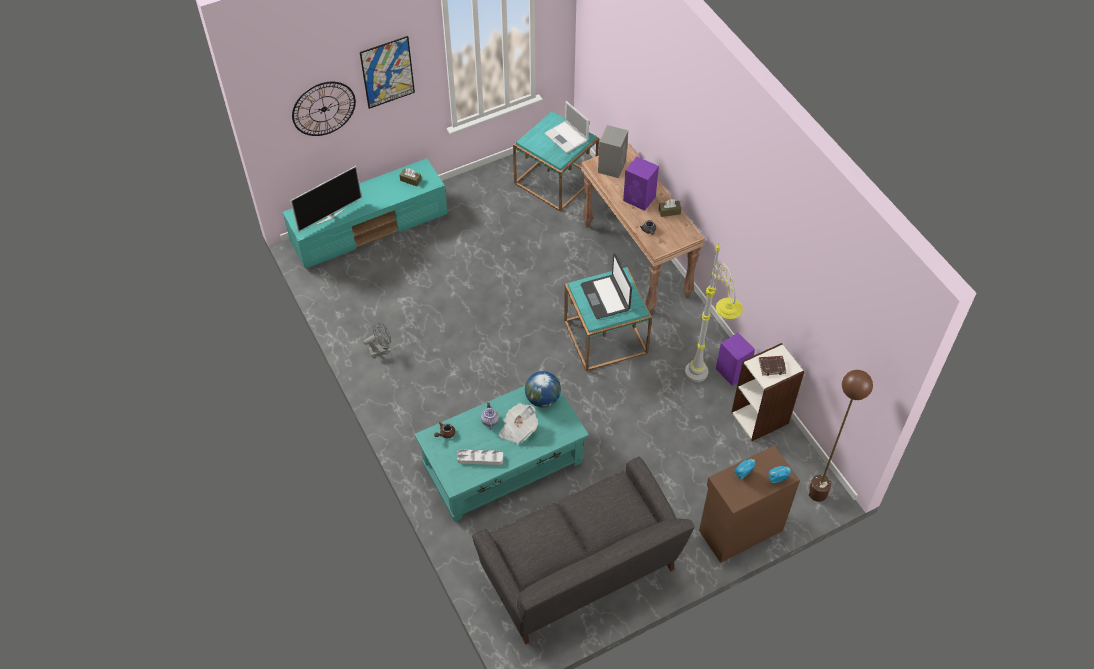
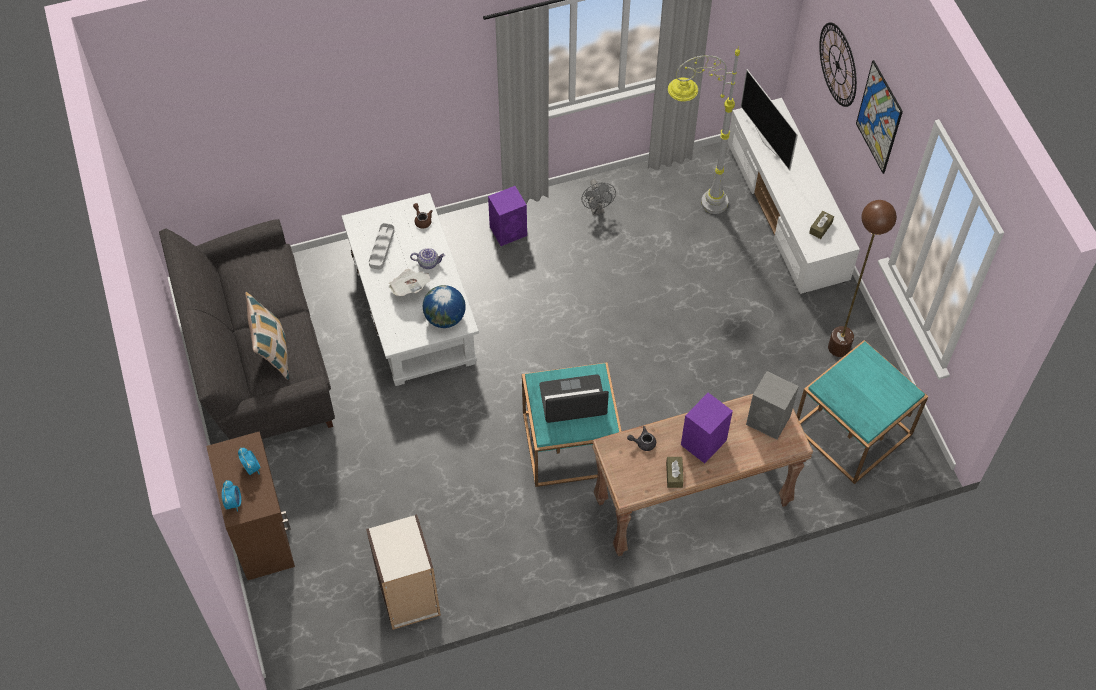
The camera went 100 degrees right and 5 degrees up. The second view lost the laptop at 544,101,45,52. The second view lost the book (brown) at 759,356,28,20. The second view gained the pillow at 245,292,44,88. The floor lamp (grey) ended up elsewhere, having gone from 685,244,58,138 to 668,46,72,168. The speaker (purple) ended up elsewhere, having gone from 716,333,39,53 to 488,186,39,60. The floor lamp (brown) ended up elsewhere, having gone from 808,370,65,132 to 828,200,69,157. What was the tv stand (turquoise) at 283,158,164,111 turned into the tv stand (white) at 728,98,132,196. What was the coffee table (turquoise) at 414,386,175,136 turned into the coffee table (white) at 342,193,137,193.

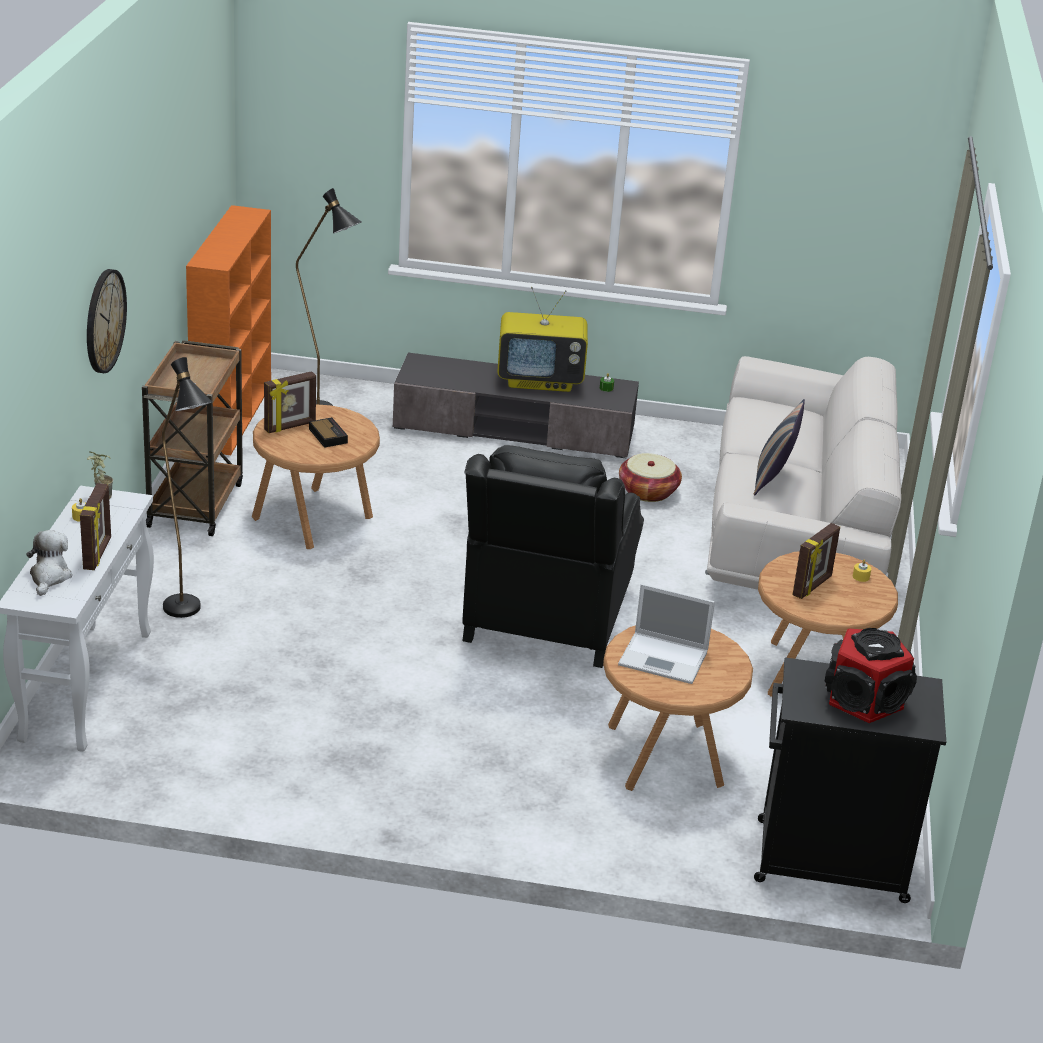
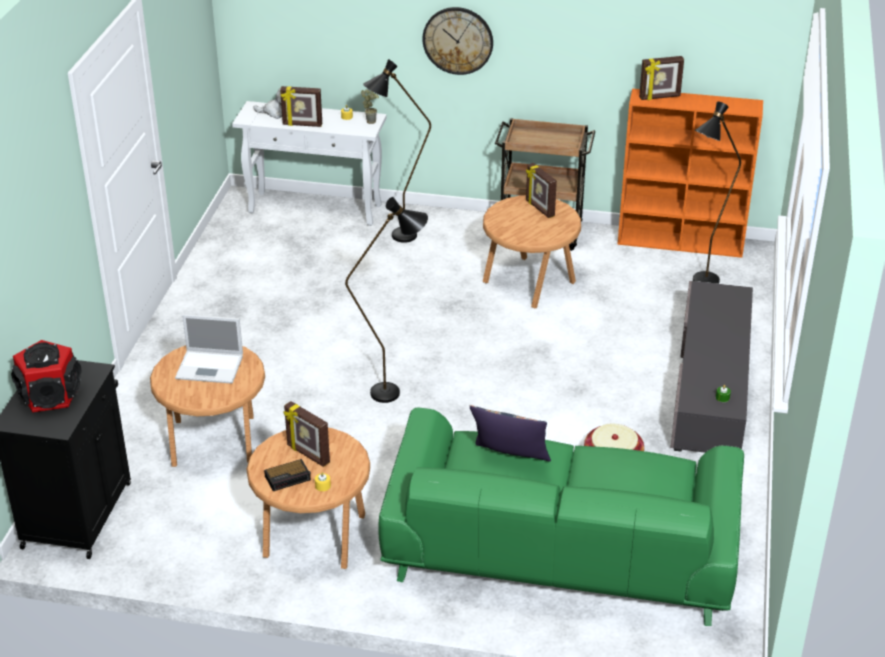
The camera went 95 degrees right and 5 degrees up. The second view lost the television at 497,287,91,105. The second view gained the picture frame at 639,56,45,44. The alarm clock ended up elsewhere, having gone from 309,417,39,31 to 264,459,47,32. Where the armchair (black) stood at 462,445,182,223, the floor lamp (black) came to stand at 345,197,83,206. What was the sofa (white) at 705,356,196,234 turned into the sofa (green) at 378,407,366,219. The laptop at 618,583,97,101 ended up facing another way, 105 degrees counterclockwise from before.

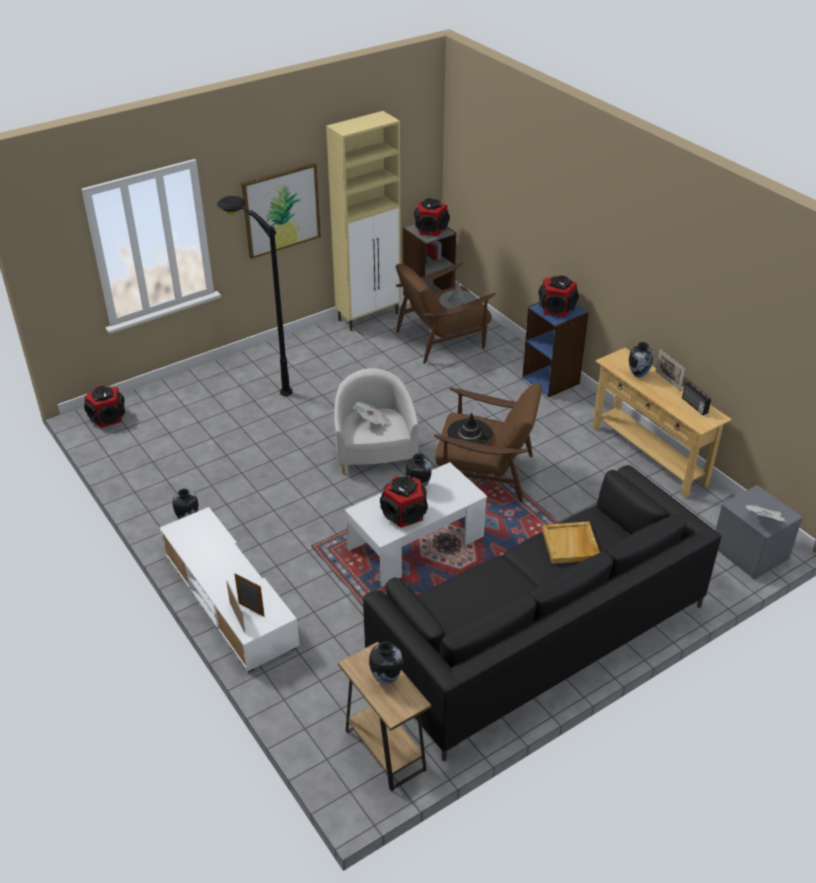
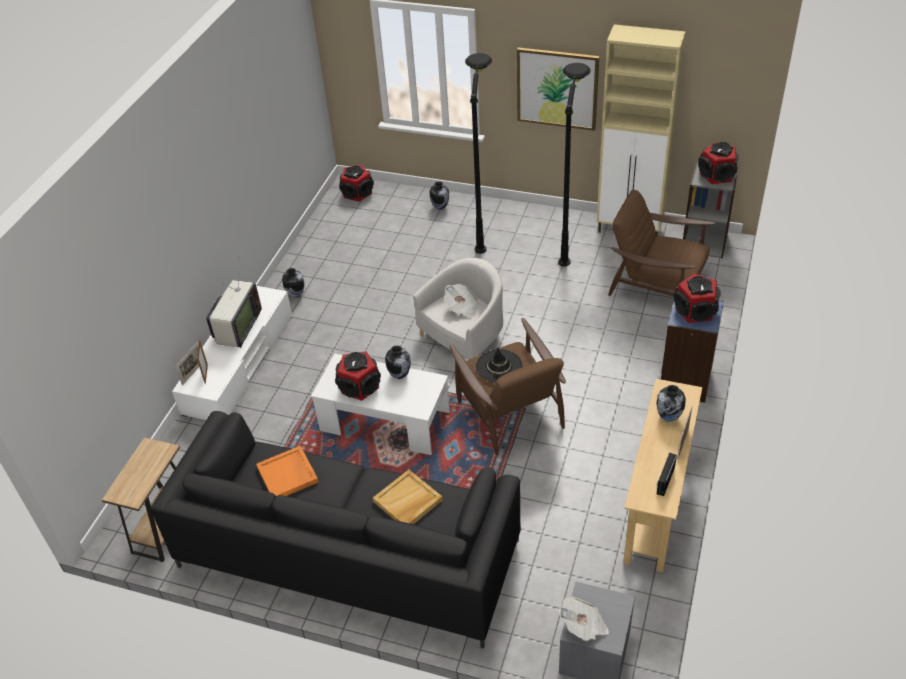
The camera went 55 degrees right and 5 degrees up. The second view lost the hat (grey) at 439,281,38,29. The second view gained the television at 206,256,56,92. The second view gained the tray (orange) at 256,446,63,50. The second view gained the floor lamp (black) at 558,63,33,203. The vase ended up elsewhere, having gone from 369,641,34,43 to 430,181,19,29.

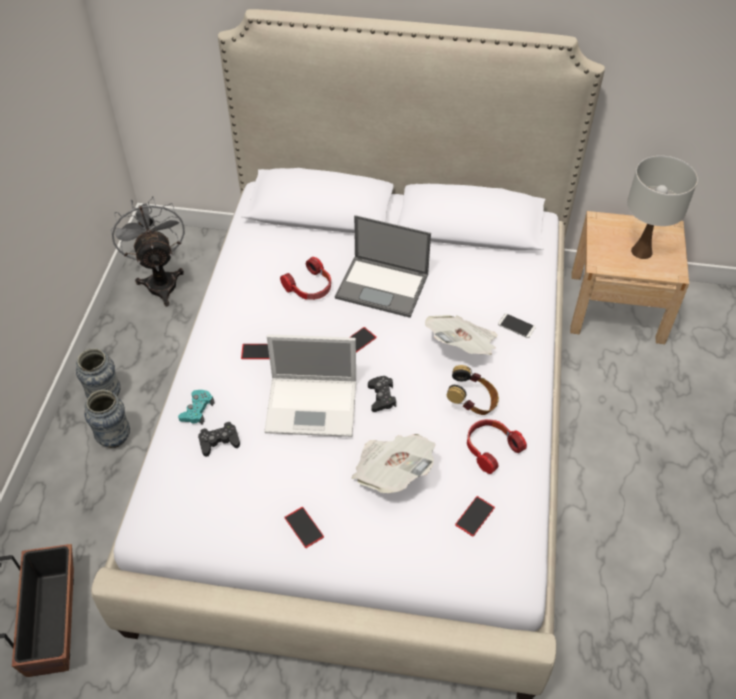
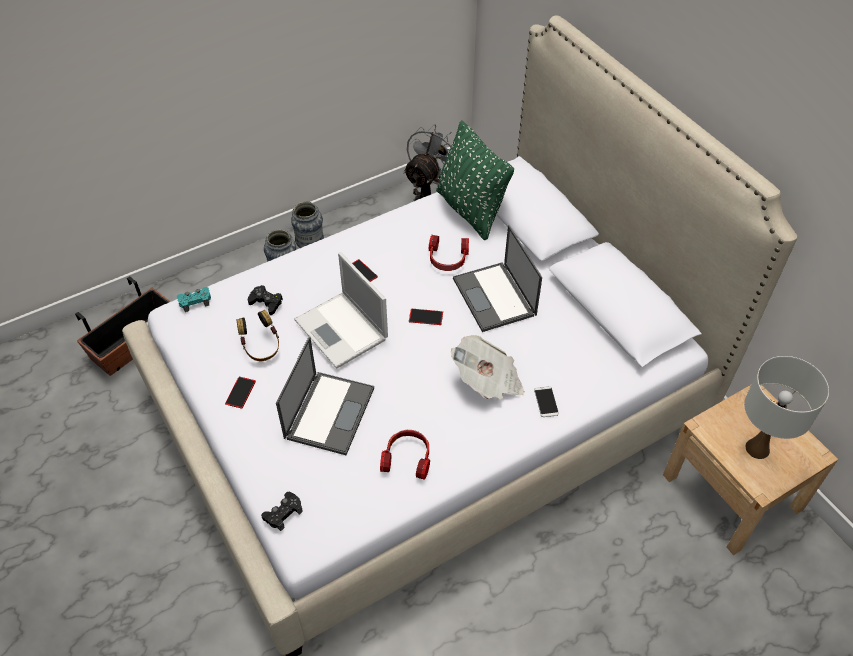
The camera went 50 degrees right and 0 degrees up. The second view lost the phone at 455,496,40,41. The second view gained the pillow (green) at 436,121,78,119. The game controller (turquoise) ended up elsewhere, having gone from 178,390,37,35 to 177,287,34,25. The game controller (black) ended up elsewhere, having gone from 368,376,28,36 to 261,492,42,39. The headphones ended up elsewhere, having gone from 447,365,52,50 to 237,310,42,51. Where the newspaper stood at 352,434,83,59, the laptop came to stand at 276,336,98,119.

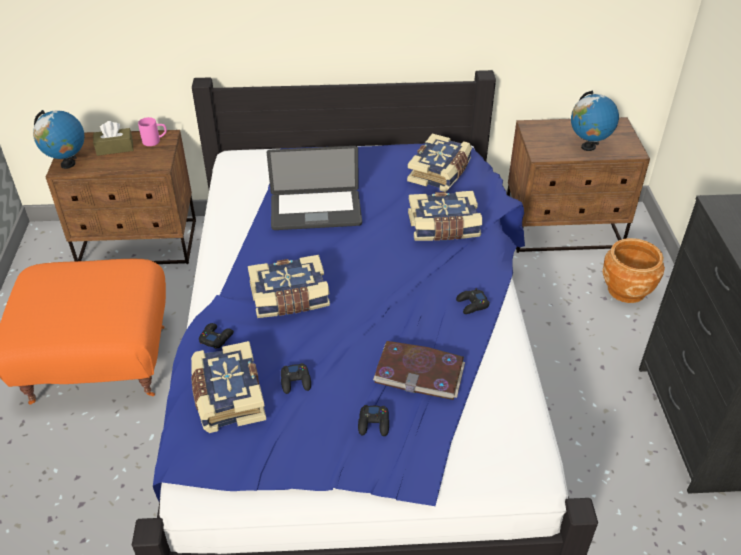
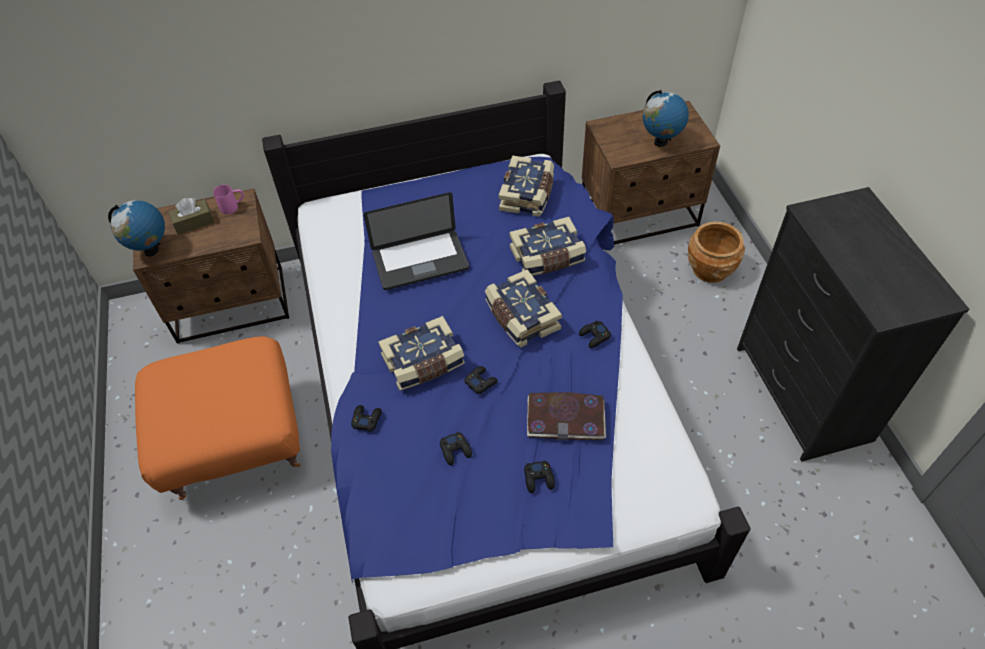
The camera went 10 degrees left and 10 degrees up. The second view gained the game controller (black) at 464,366,34,28. The book ended up elsewhere, having gone from 191,341,75,92 to 485,269,77,78.

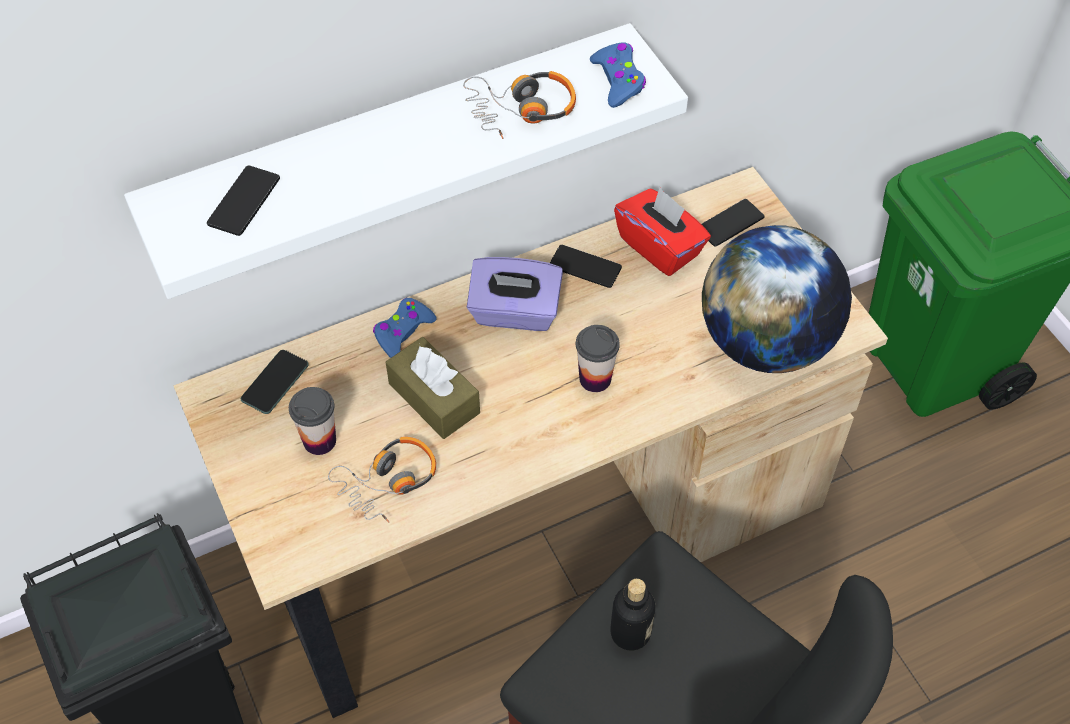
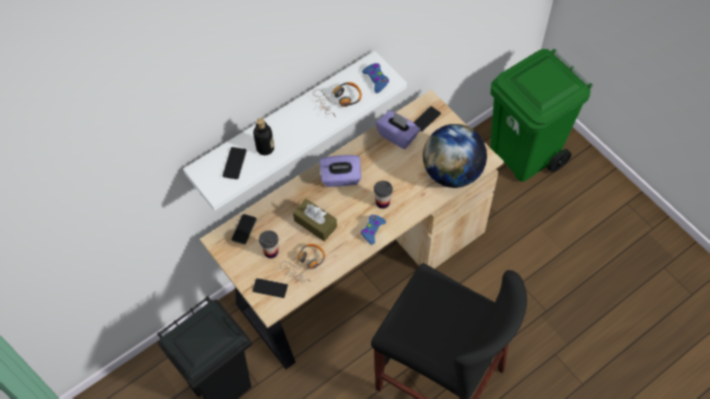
The camera went 10 degrees left and 5 degrees up. The game controller (blue) ended up elsewhere, having gone from 373,298,64,60 to 361,215,25,30. The phone ended up elsewhere, having gone from 550,245,72,43 to 252,278,36,20. The bottle ended up elsewhere, having gone from 610,579,45,72 to 253,118,21,37. What was the tissue box (red) at 614,187,97,89 turned into the tissue box (purple) at 376,111,44,38.

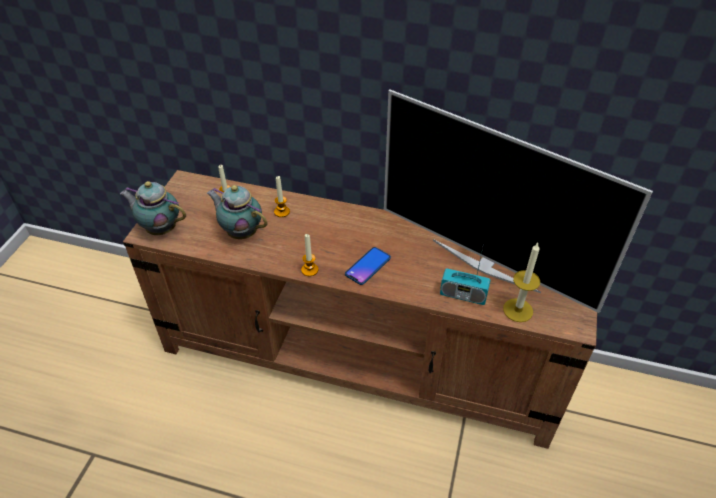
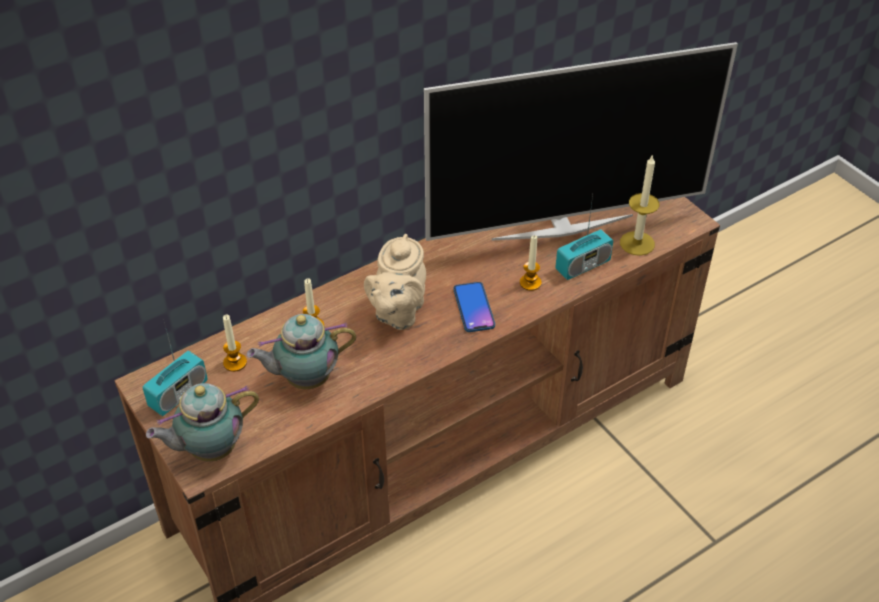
The camera went 50 degrees left and 0 degrees up. The second view gained the radio at 143,322,65,94. The second view gained the teapot (beige) at 364,234,62,96. The candle ended up elsewhere, having gone from 301,234,17,43 to 520,235,21,56.

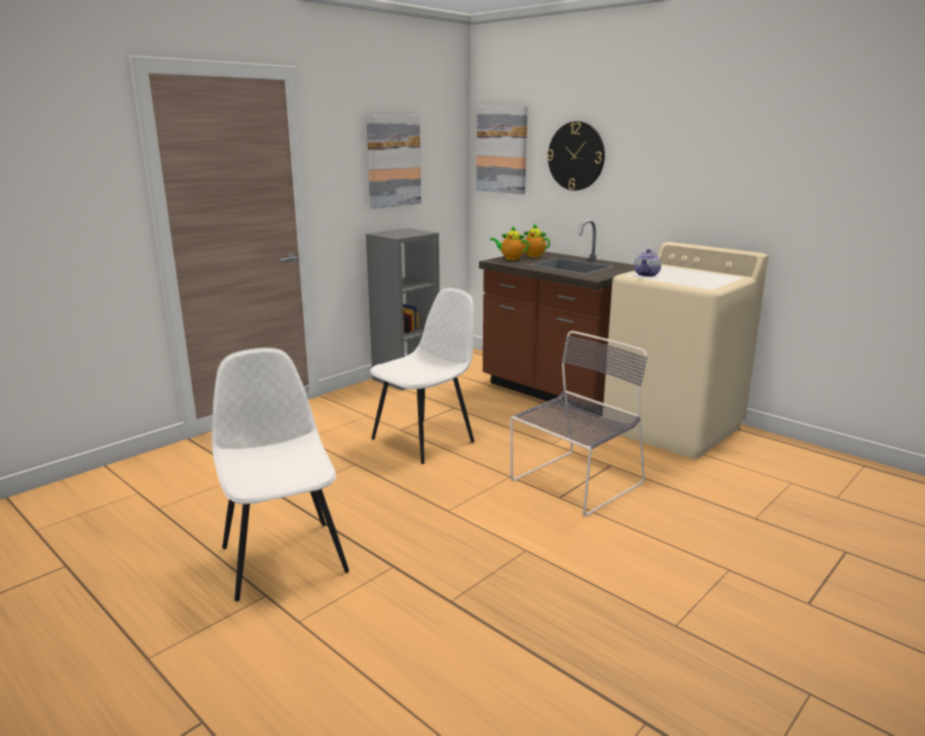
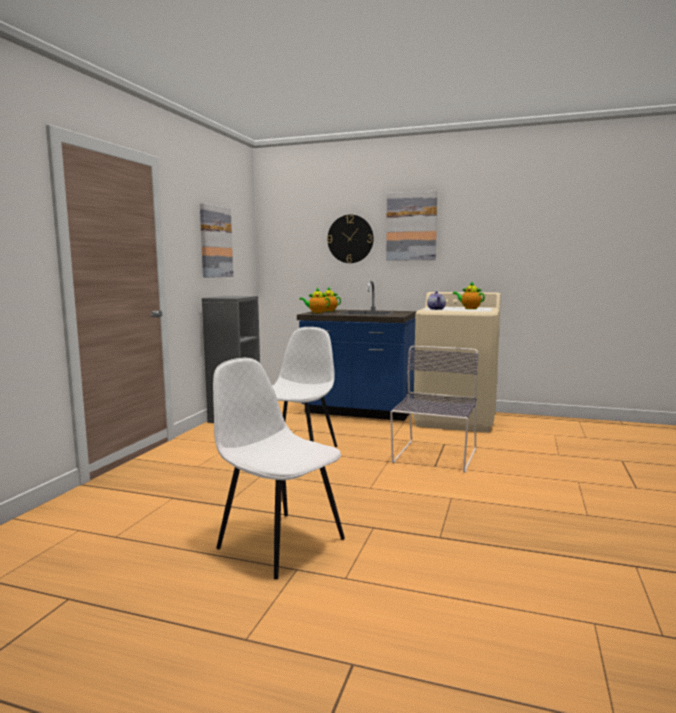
The camera went 25 degrees left and 10 degrees down. The second view gained the teapot at 453,281,32,28. The picture ended up elsewhere, having gone from 476,106,52,88 to 386,191,51,70. What was the counter (brown) at 479,219,155,199 turned into the counter (blue) at 297,281,120,140.

